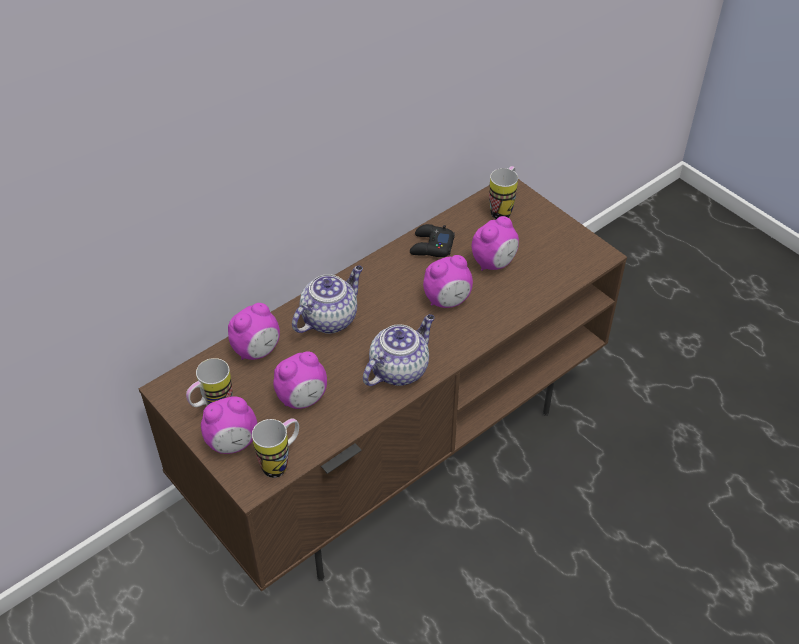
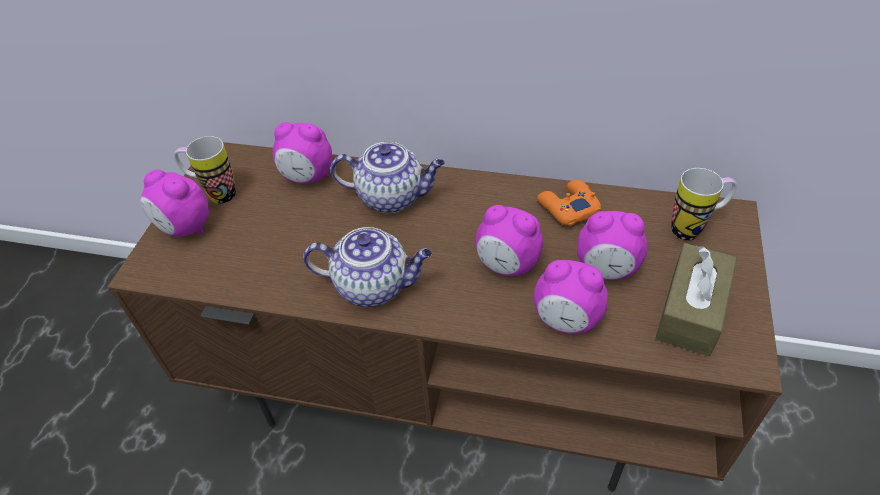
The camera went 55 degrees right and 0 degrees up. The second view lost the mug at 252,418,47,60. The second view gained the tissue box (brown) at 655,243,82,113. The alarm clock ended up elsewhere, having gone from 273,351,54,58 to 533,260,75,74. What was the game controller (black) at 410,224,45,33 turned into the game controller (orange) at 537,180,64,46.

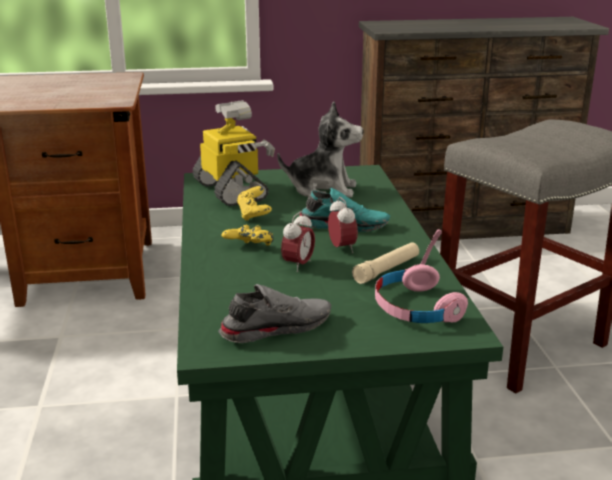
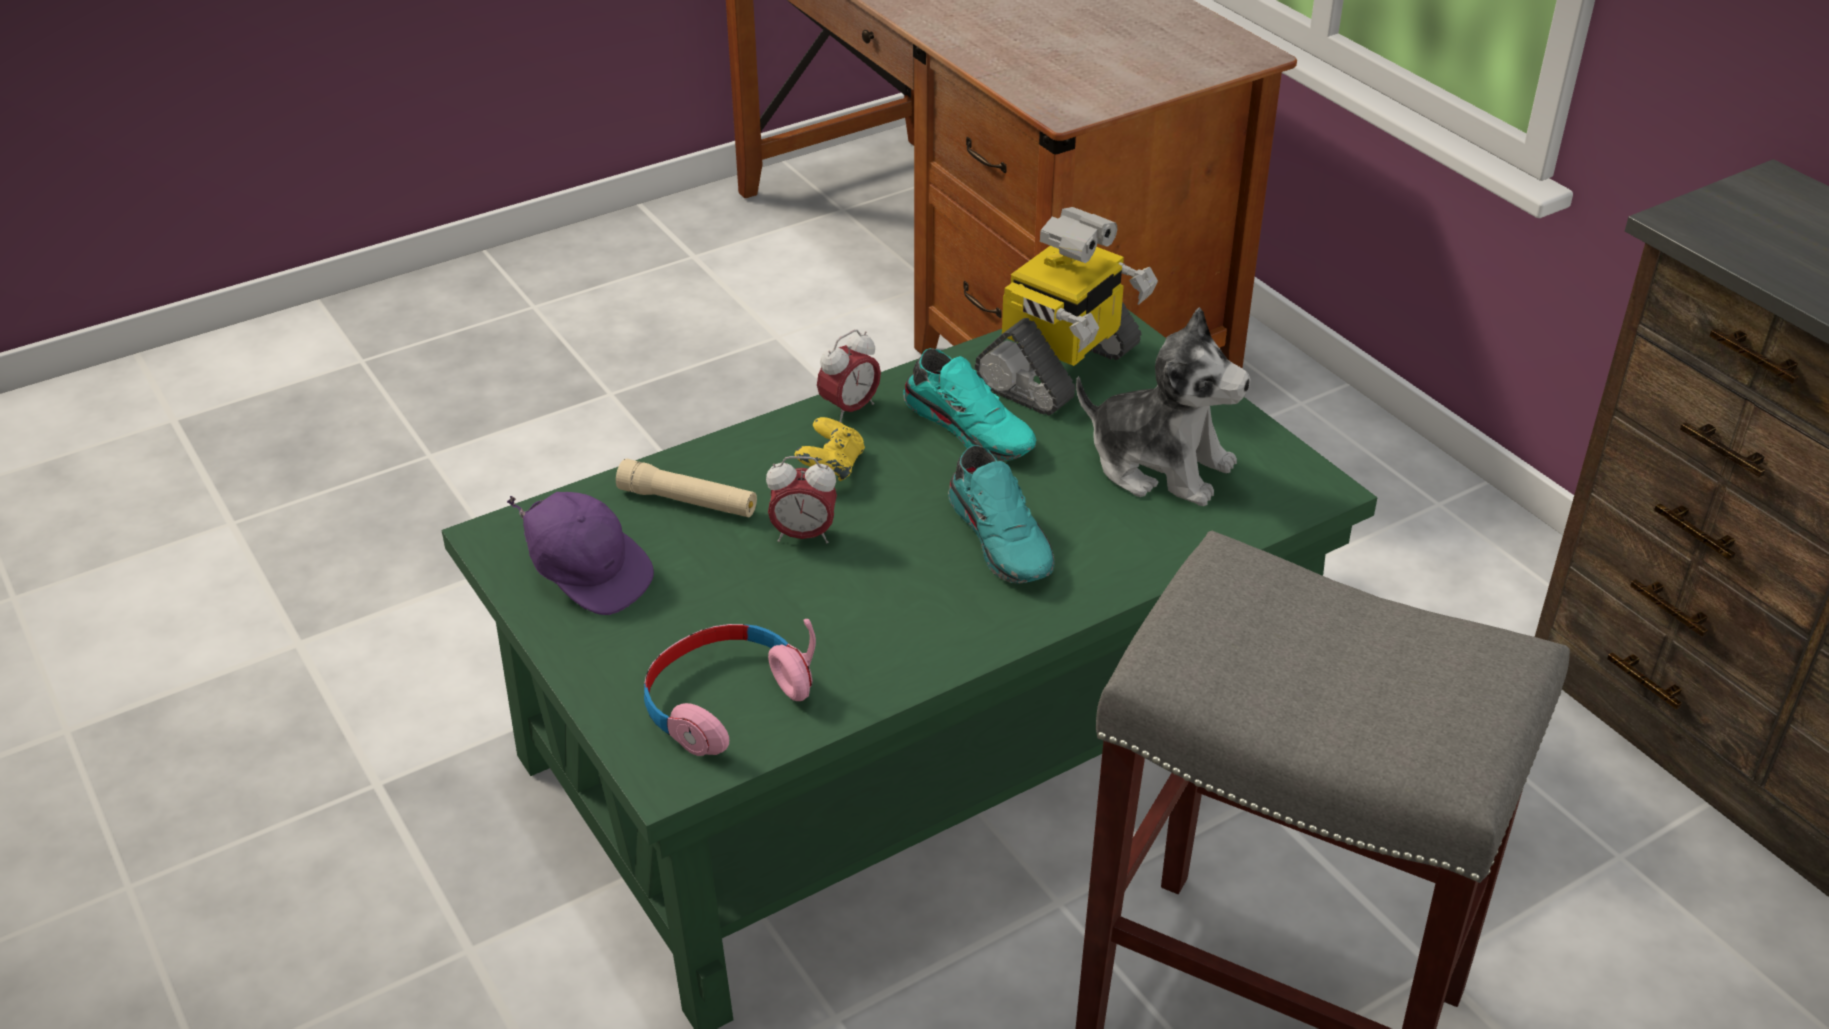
The camera went 65 degrees right and 15 degrees up. The alarm clock ended up elsewhere, having gone from 328,197,30,56 to 817,330,64,93. The flashlight (beige) ended up elsewhere, having gone from 352,242,67,42 to 616,459,141,58. Where the shoe (grey) stood at 218,284,113,59, the cap (purple) came to stand at 507,492,147,123. Where the game controller (yellow) stood at 237,186,35,35, the shoe (turquoise) came to stand at 903,348,133,113. The plush toy at 277,101,86,96 ended up facing another way, 45 degrees counterclockwise from before.

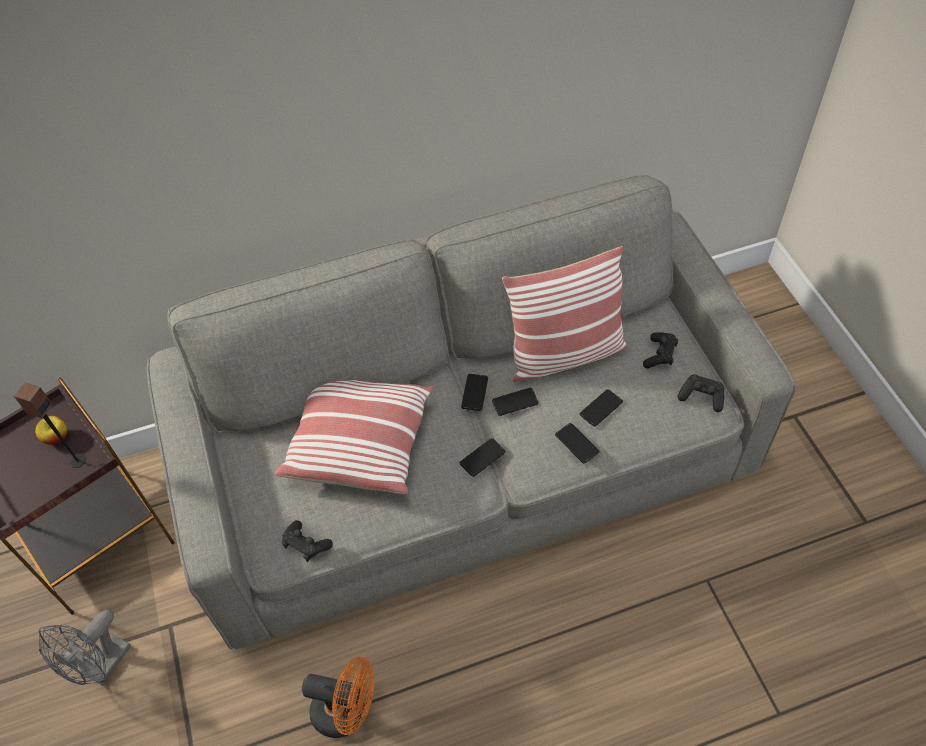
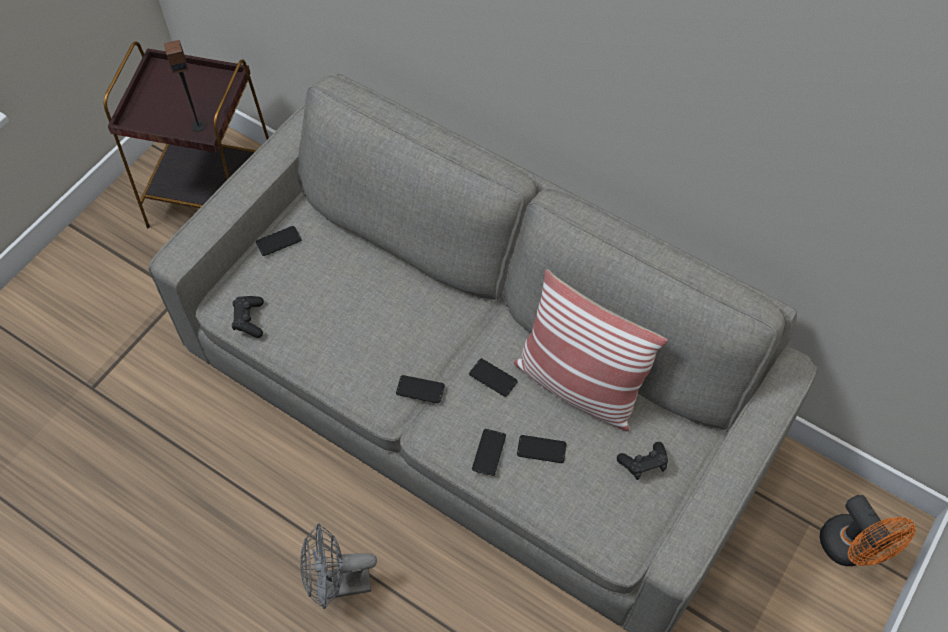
The camera went 50 degrees right and 5 degrees up. The second view lost the apple at 35,416,32,29. The second view lost the pillow at 275,380,158,114. The second view lost the game controller (black) at 678,374,46,38. The fan (grey) ended up elsewhere, having gone from 39,610,92,76 to 300,523,77,86. The fan (orange) ended up elsewhere, having gone from 302,657,73,81 to 820,495,96,71. The phone ended up elsewhere, having gone from 461,374,27,37 to 256,226,45,30.

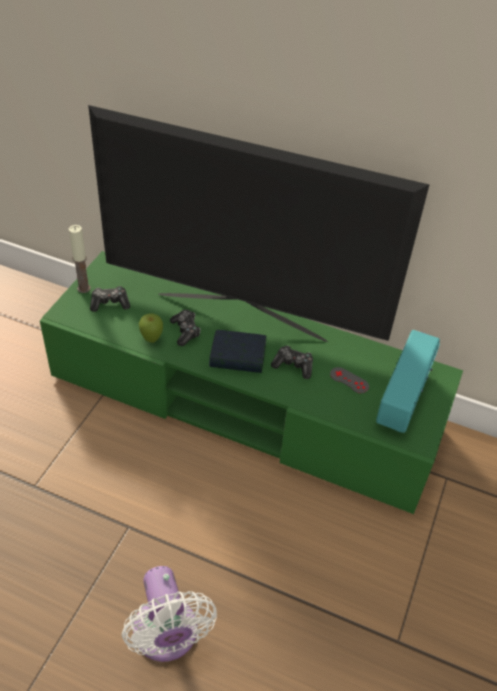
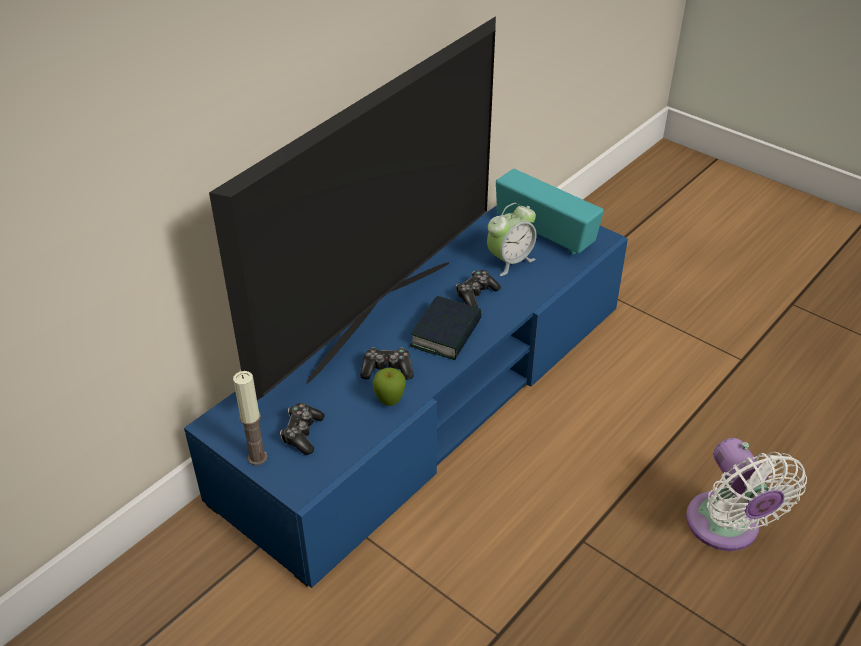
The camera went 70 degrees left and 5 degrees down. Where the game controller (grey) stood at 330,367,39,26, the alarm clock came to stand at 487,203,49,73. What was the tv stand (green) at 40,251,423,263 turned into the tv stand (blue) at 184,205,444,383. The fan (white) at 121,566,96,96 ended up facing another way, 75 degrees clockwise from before.

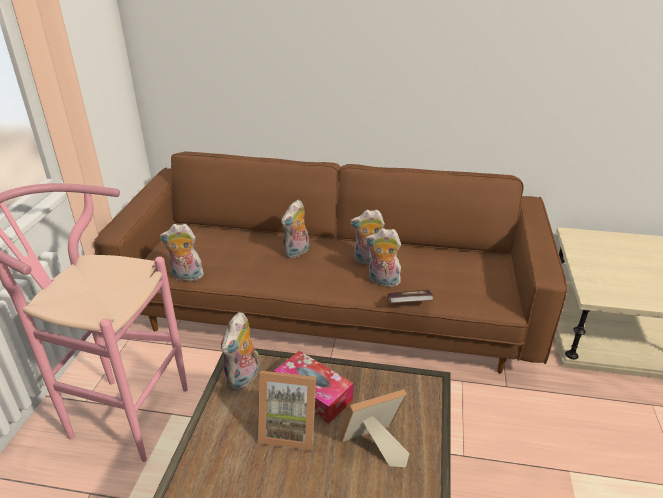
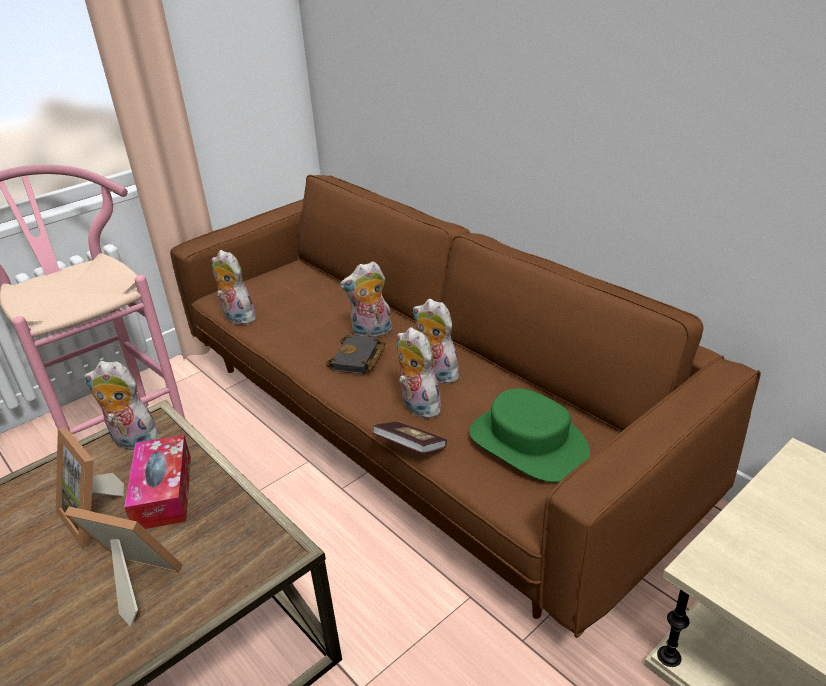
The camera went 40 degrees right and 0 degrees up. The second view gained the book (black) at 326,335,60,39. The second view gained the hat (green) at 469,388,121,94. The plush toy at 221,312,38,79 ended up facing another way, 45 degrees clockwise from before.

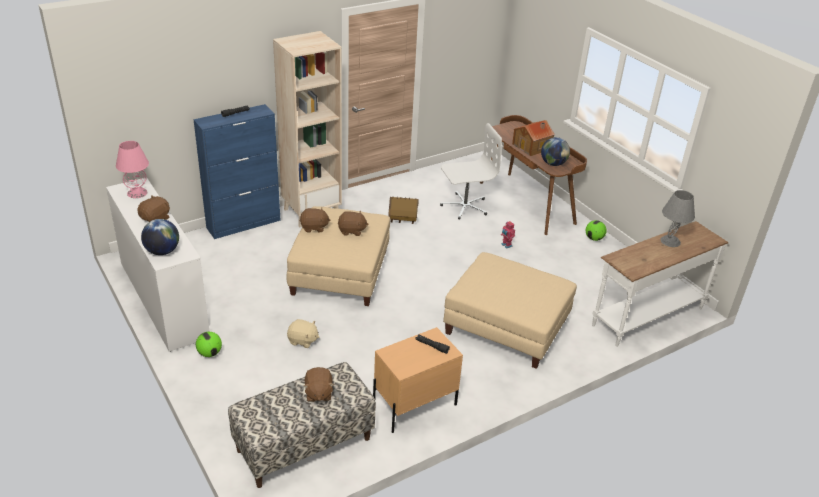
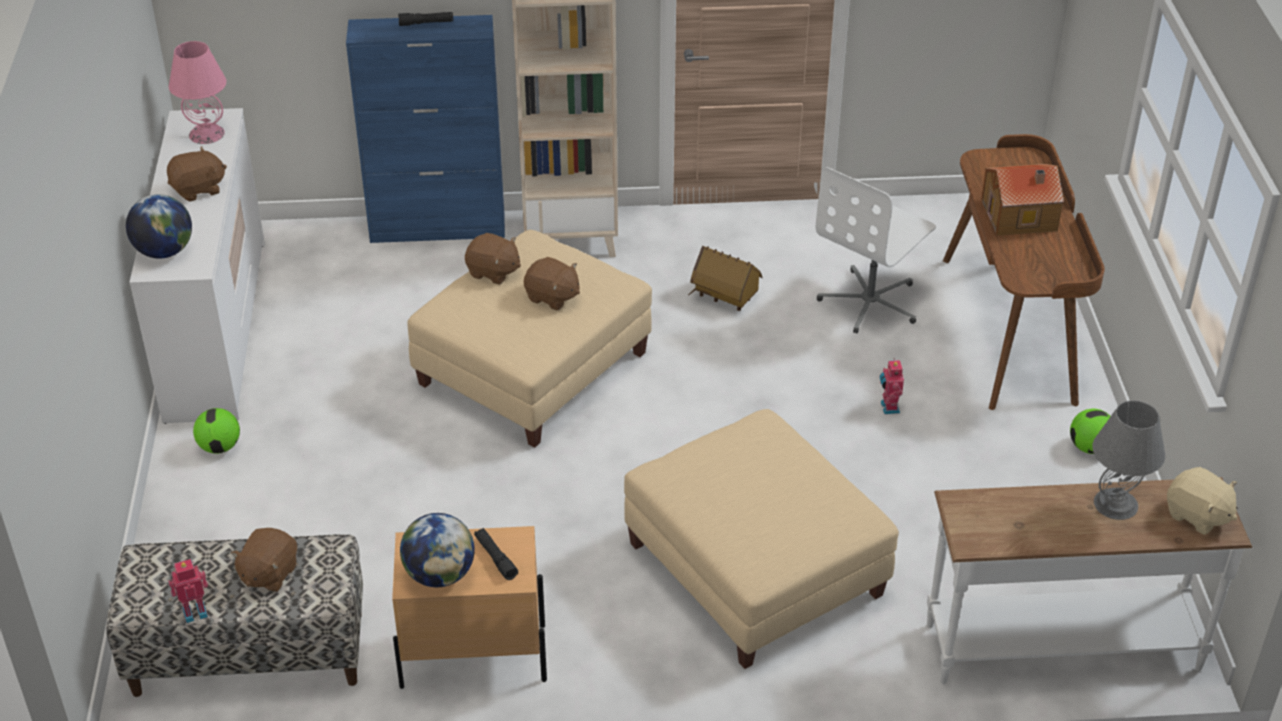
The camera went 30 degrees right and 5 degrees up. The second view gained the toy robot at 169,559,39,64. The plush toy (beige) ended up elsewhere, having gone from 287,319,32,29 to 1167,467,71,68. The globe ended up elsewhere, having gone from 541,137,29,29 to 400,513,75,74. The office chair (white) at 440,123,62,96 ended up facing another way, 120 degrees clockwise from before.

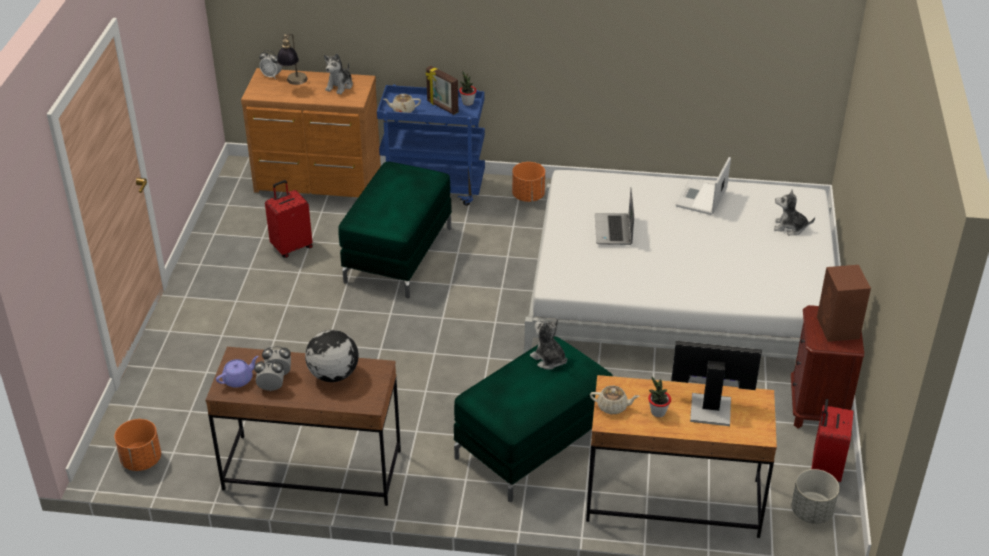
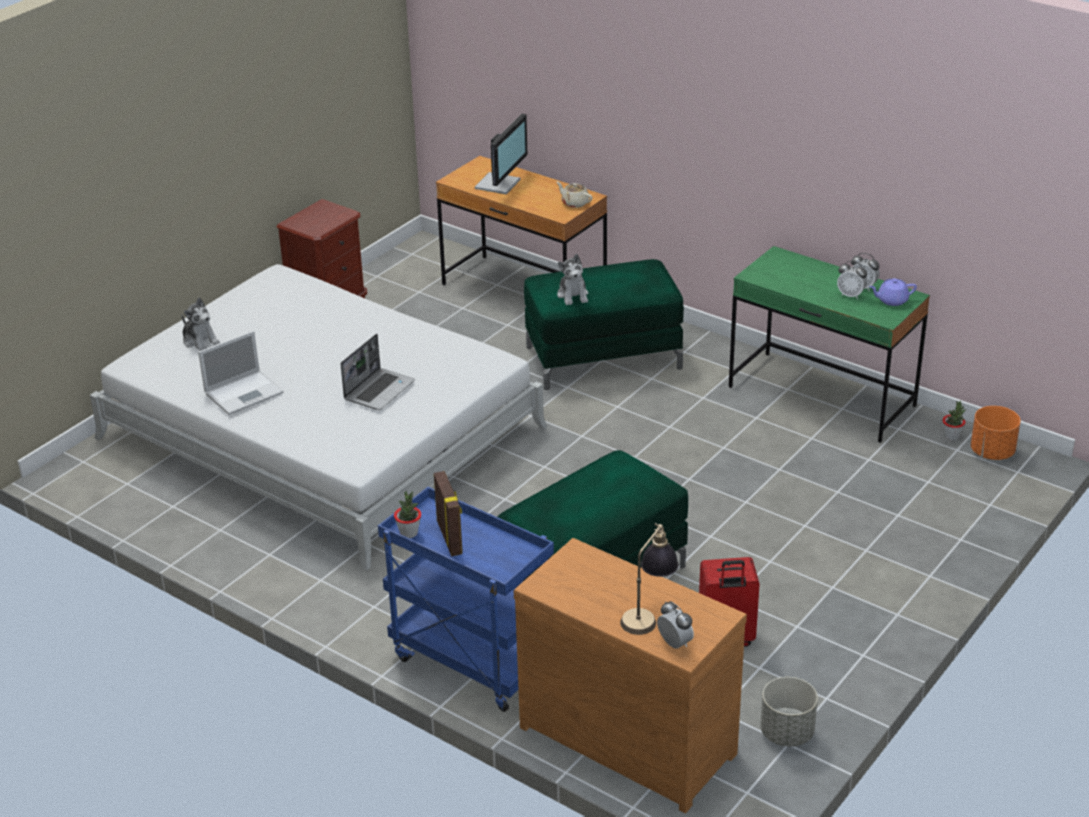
The camera went 150 degrees left and 5 degrees down. The second view lost the globe at 305,330,54,52. The second view lost the plush toy at 324,53,29,42. The second view lost the teapot (beige) at 383,94,38,19. The second view lost the planter (orange) at 512,162,33,40. The second view lost the suitcase (red) at 811,399,43,84. The second view lost the speaker (brown) at 817,265,54,77. The potted plant ended up elsewhere, having gone from 648,377,23,40 to 942,401,24,40. The planter (grey) ended up elsewhere, having gone from 791,469,48,55 to 760,677,58,69. What was the desk (brown) at 206,347,195,159 turned into the desk (green) at 729,246,201,197. The monitor at 671,341,91,85 ended up facing another way, 105 degrees counterclockwise from before.

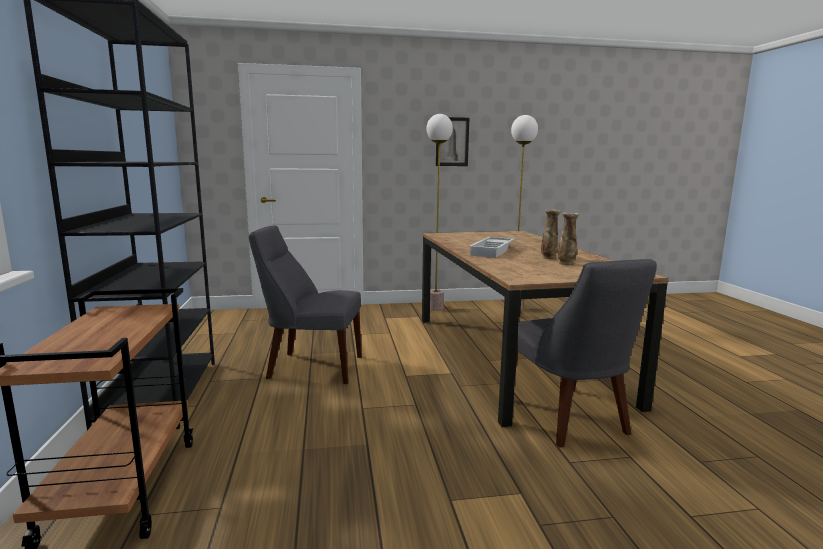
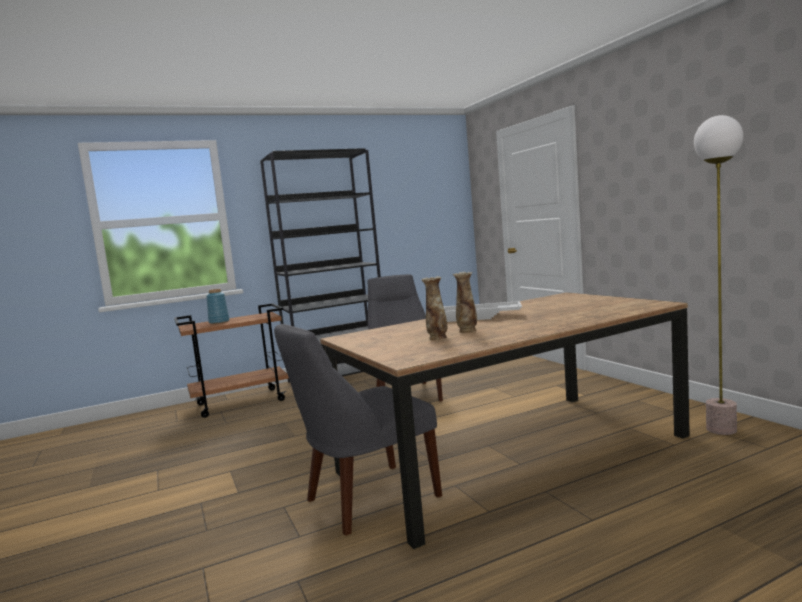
The camera went 75 degrees right and 5 degrees down. The second view lost the floor lamp at 426,114,27,197. The second view lost the picture at 436,117,33,49. The second view gained the vase (blue) at 206,289,24,35.

